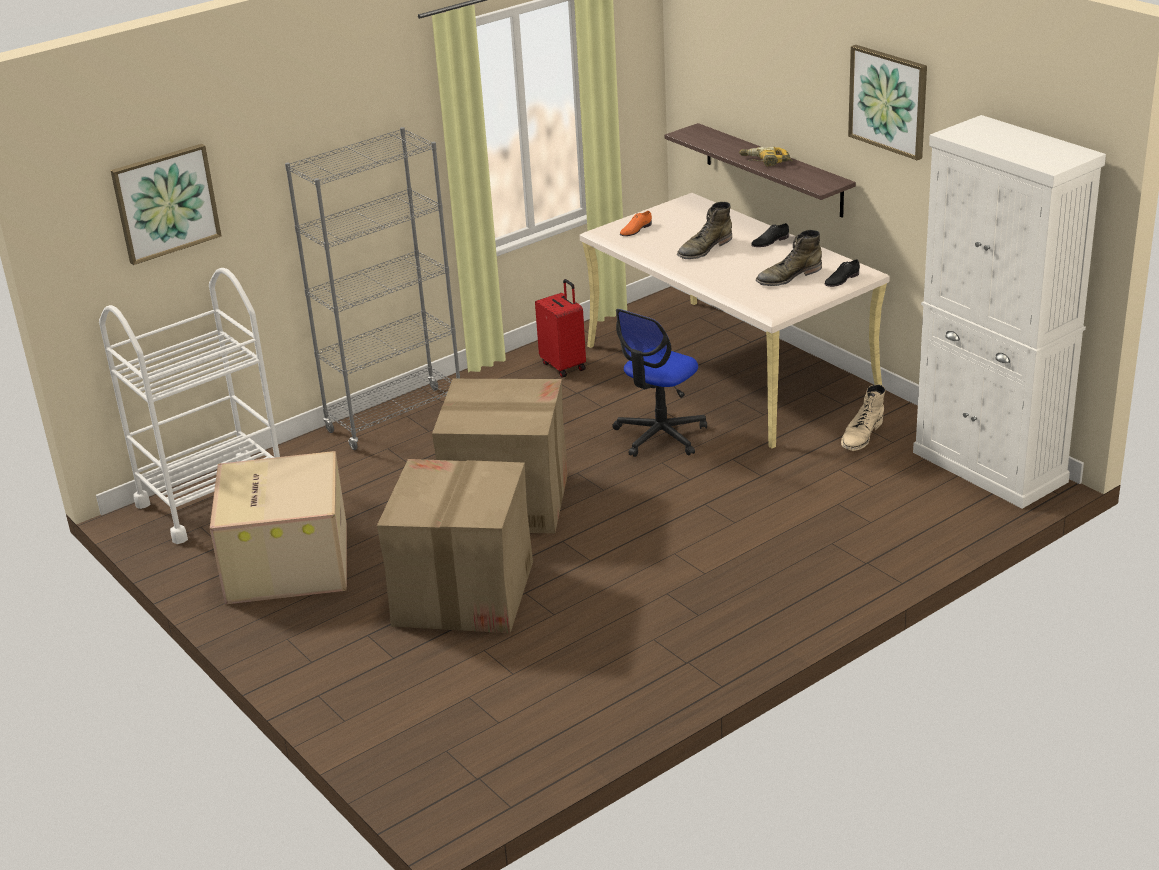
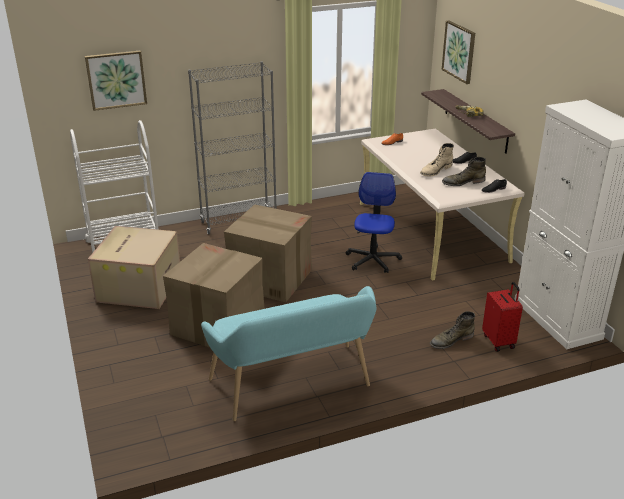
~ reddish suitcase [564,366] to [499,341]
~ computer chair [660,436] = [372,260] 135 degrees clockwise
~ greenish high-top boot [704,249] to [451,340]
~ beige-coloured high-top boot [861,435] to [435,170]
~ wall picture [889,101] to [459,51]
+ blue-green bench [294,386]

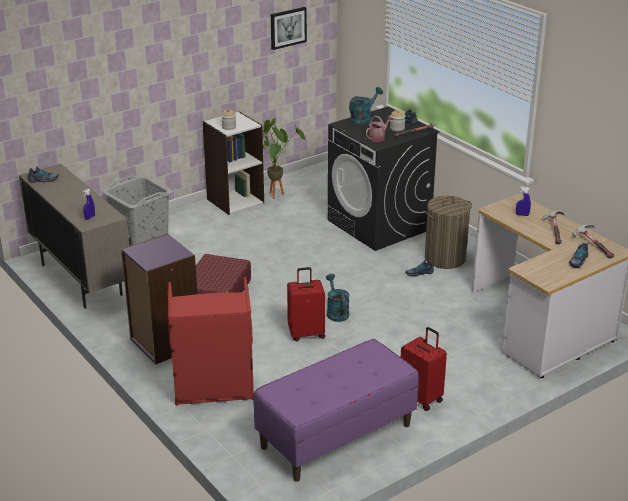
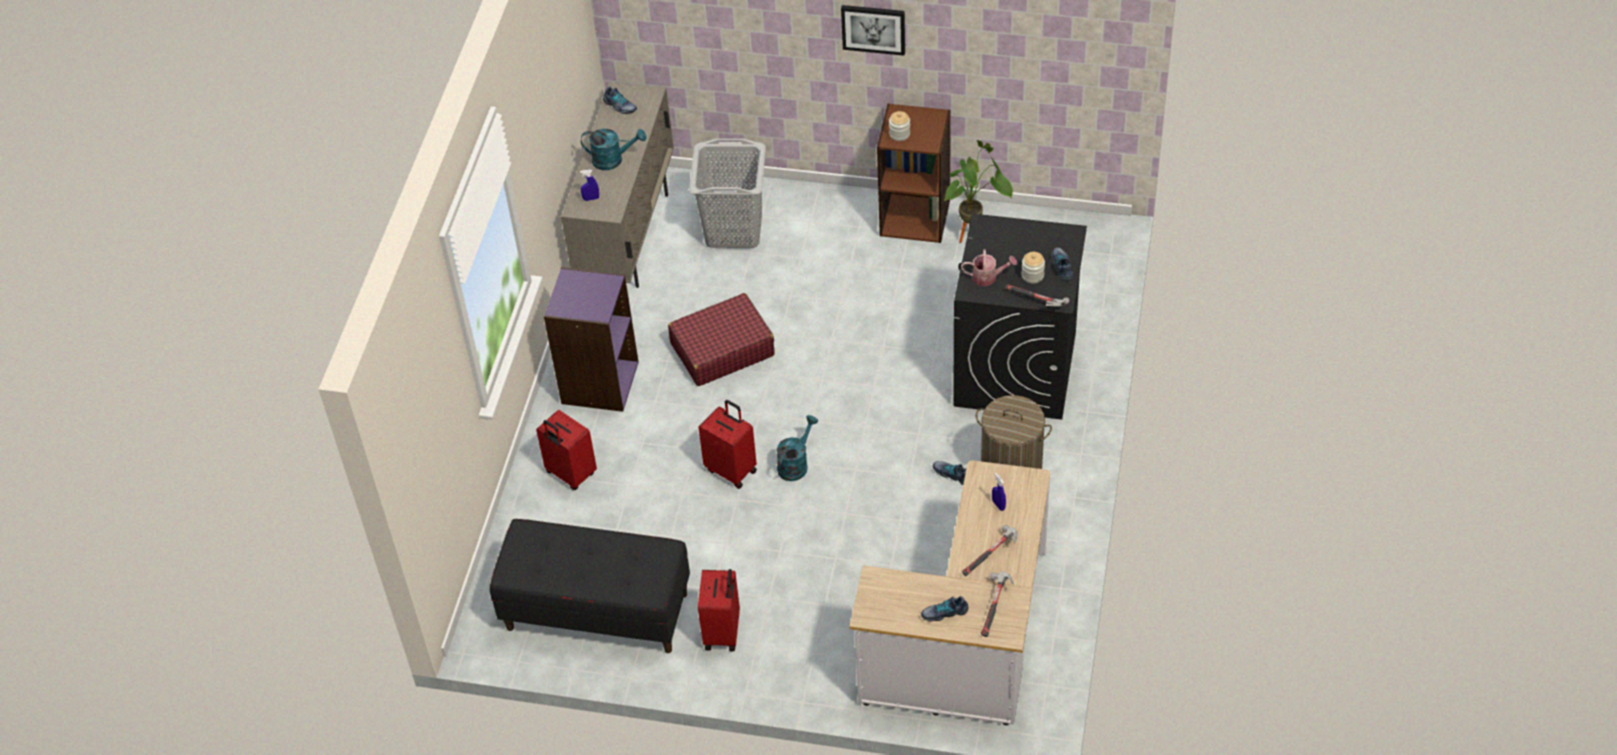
~ reddish laundry basket [214,389] to reddish suitcase [570,474]
~ white-coloured shelving unit [235,201] to brownish shelving unit [915,217]
~ purple bench [336,436] to blackish bench [596,611]
~ wall picture [288,27] to [873,28]
~ blue-green sprinkling can [363,119] to [613,160]

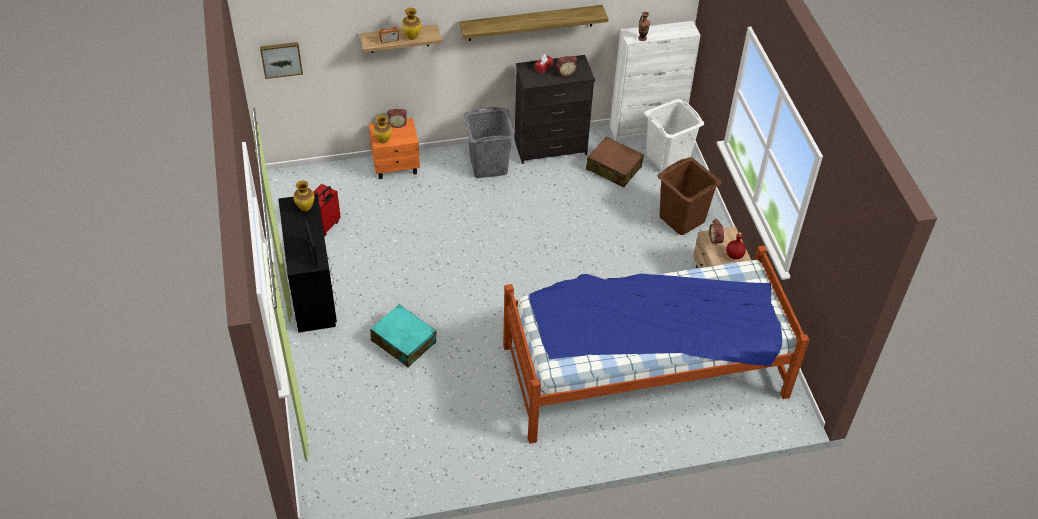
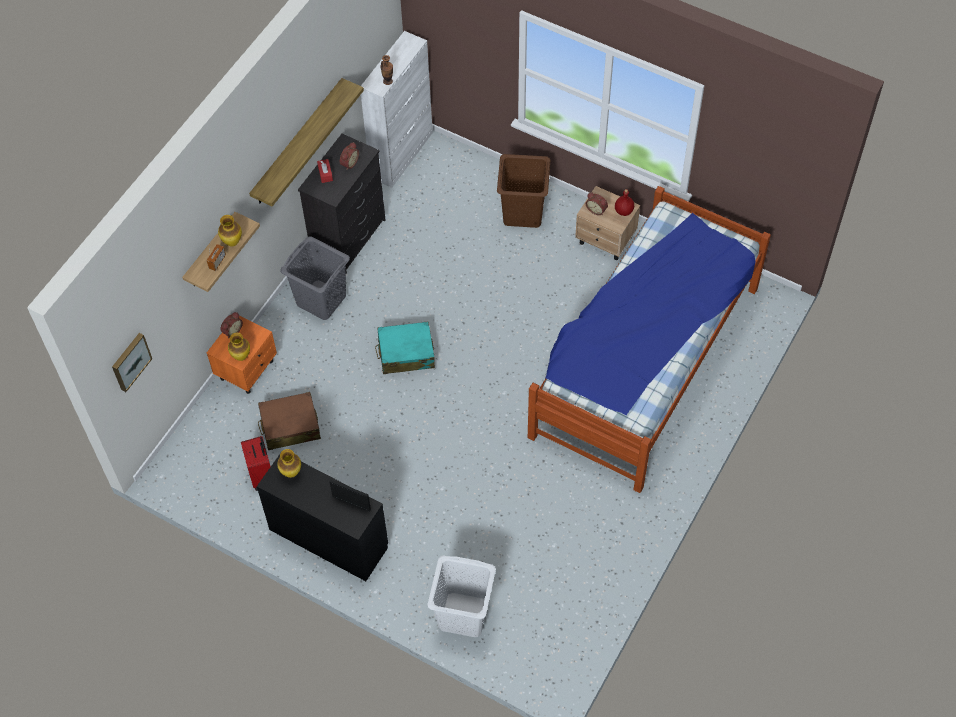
~ blue-green suitcase [403,342] to [406,353]
~ brownish suitcase [613,168] to [290,426]
~ white-coloured laundry basket [667,158] to [462,615]

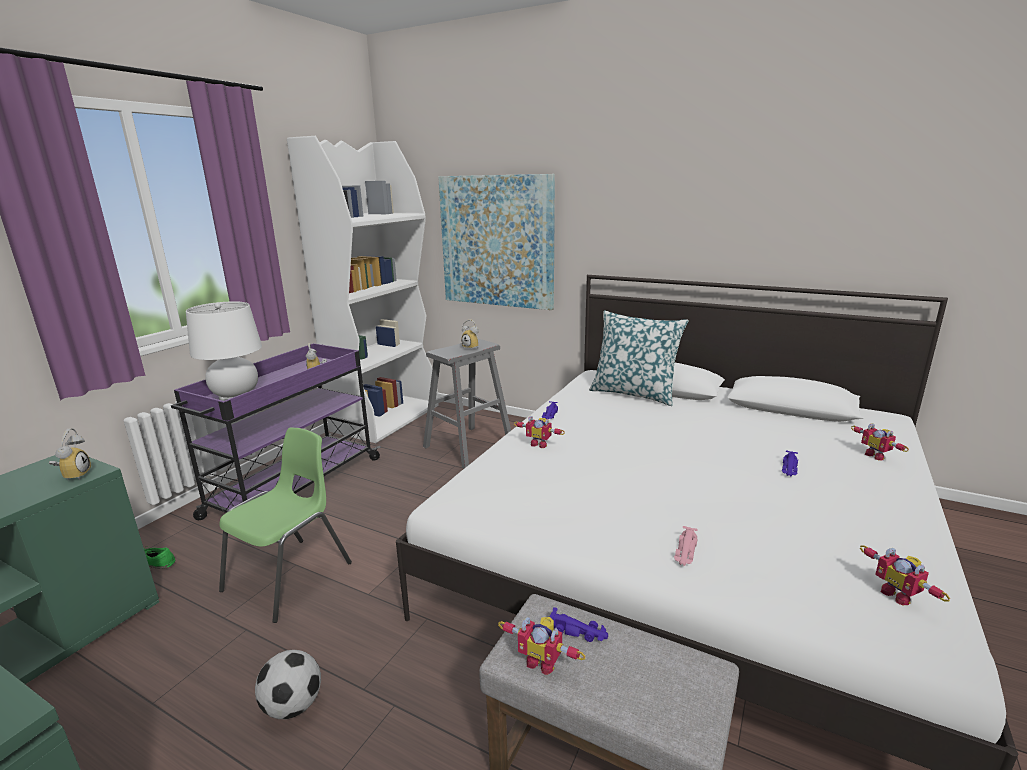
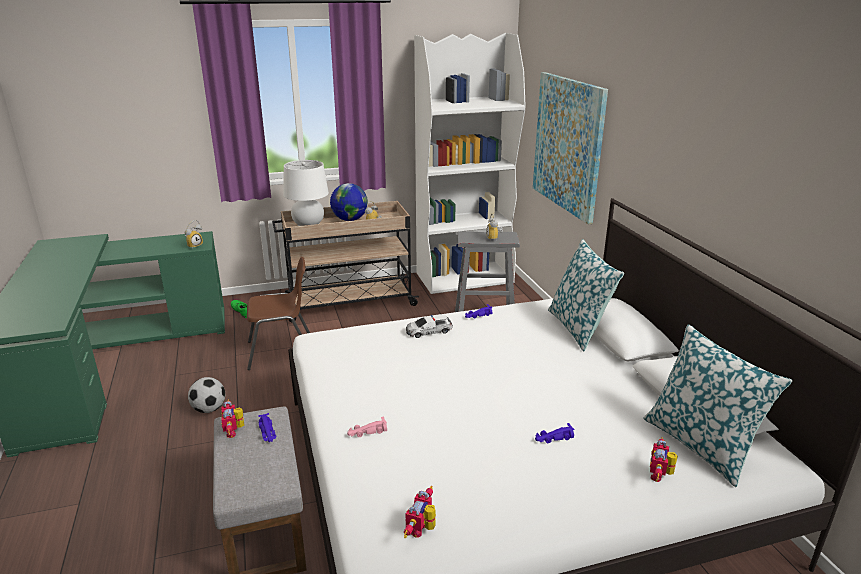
~ purple cart [294,487] to beige-coloured cart [348,302]
~ greenish chair [291,576] to brownish chair [282,351]
~ model robot [540,444] to model car [428,331]
+ globe [350,219]
+ pillow [700,444]

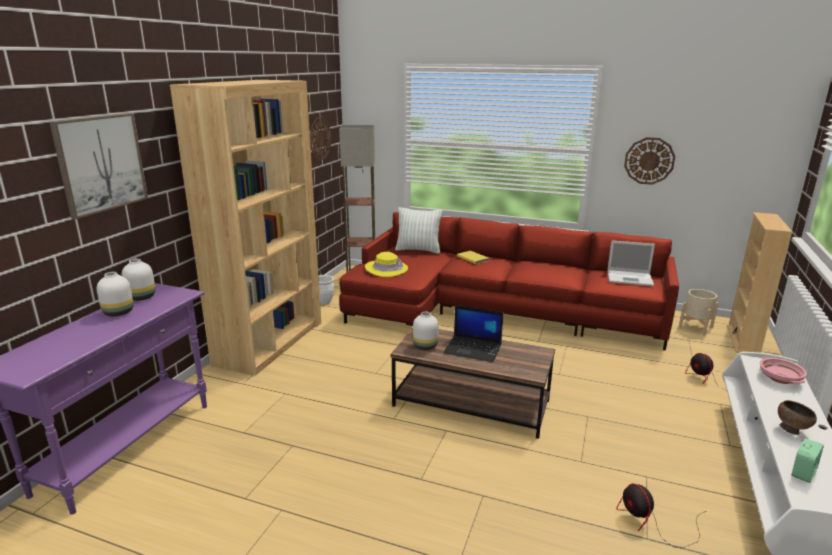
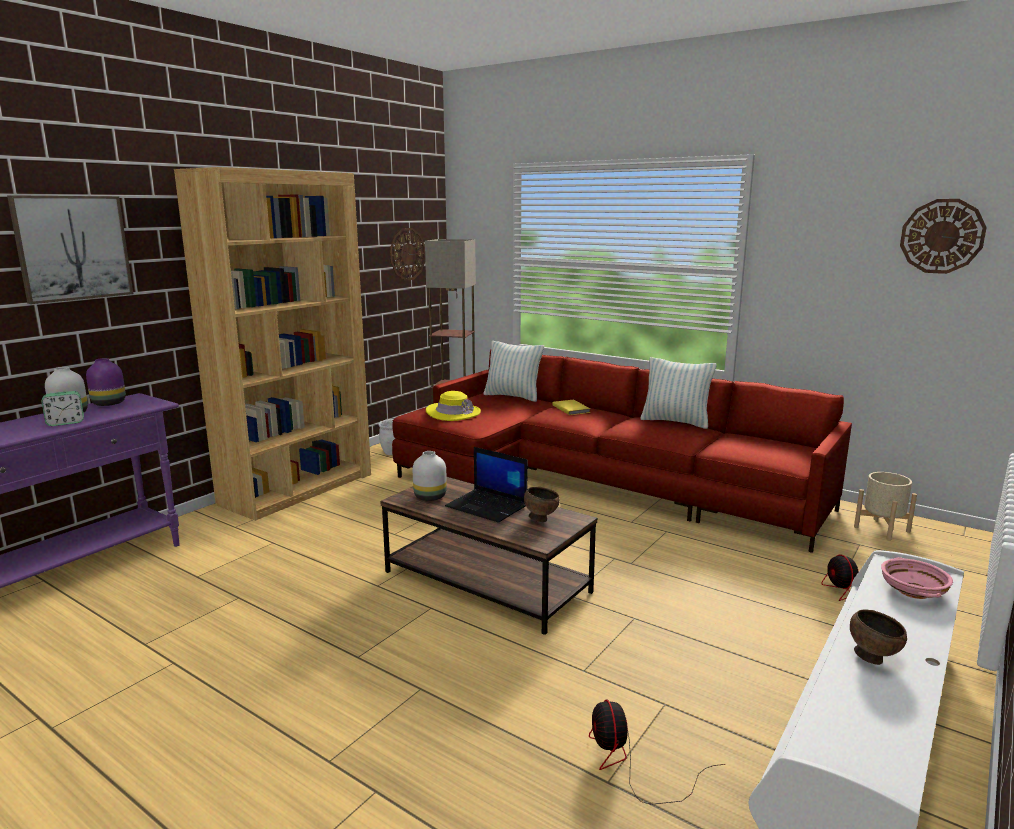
~ white-coloured decorative vase [142,297] to purple decorative vase [109,403]
- portable computer [630,278]
~ wall clock [649,161] to [942,236]
- beige-coloured shelving unit [743,340]
~ alarm clock [803,473] to [65,423]
+ brownish bowl [540,519]
+ pillow [675,422]

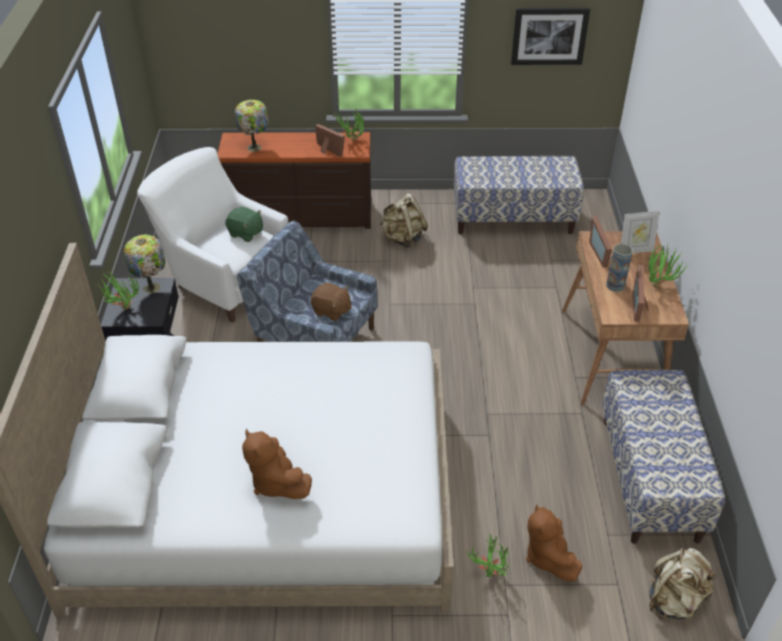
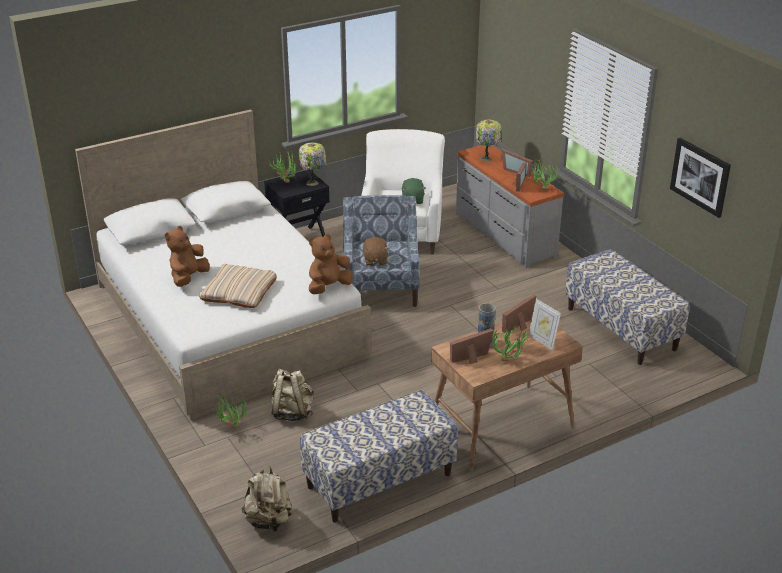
~ brownish chest of drawers [300,216] to grey chest of drawers [503,235]
~ beige-coloured rucksack [403,238] to [292,412]
~ brownish plush toy [548,556] to [328,287]
+ beige-coloured pillow [239,291]
+ standing frame [517,171]

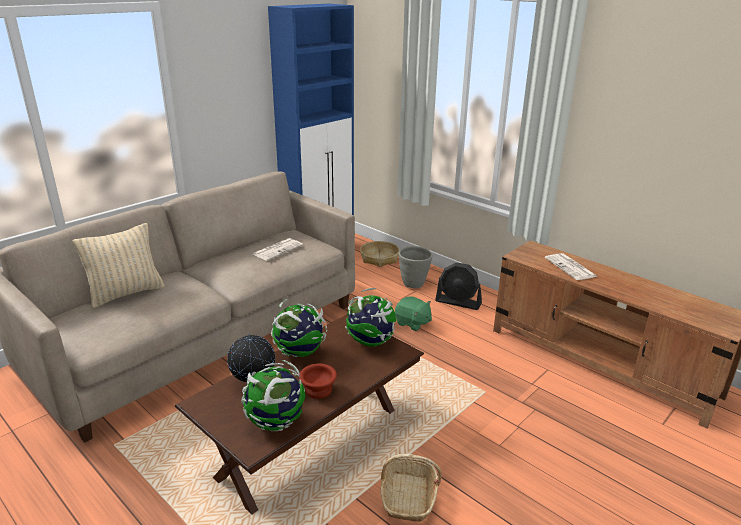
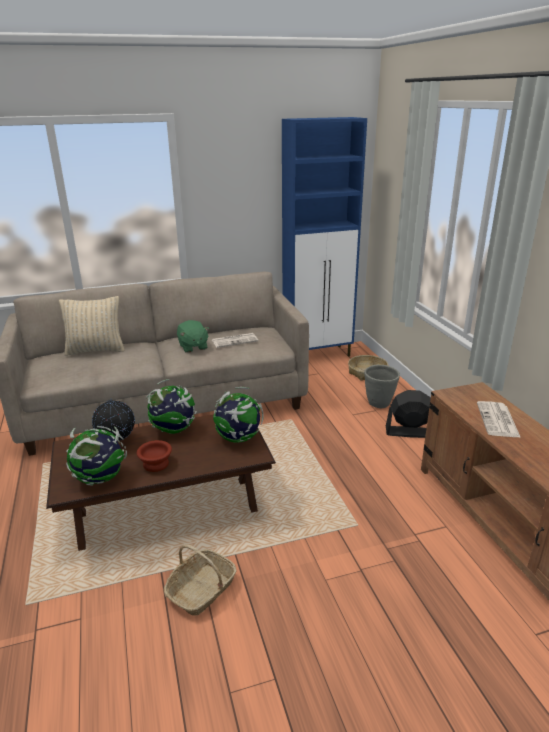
~ greenish plush toy [412,323] to [193,347]
~ blackish electric fan [458,302] = [409,432] 135 degrees clockwise

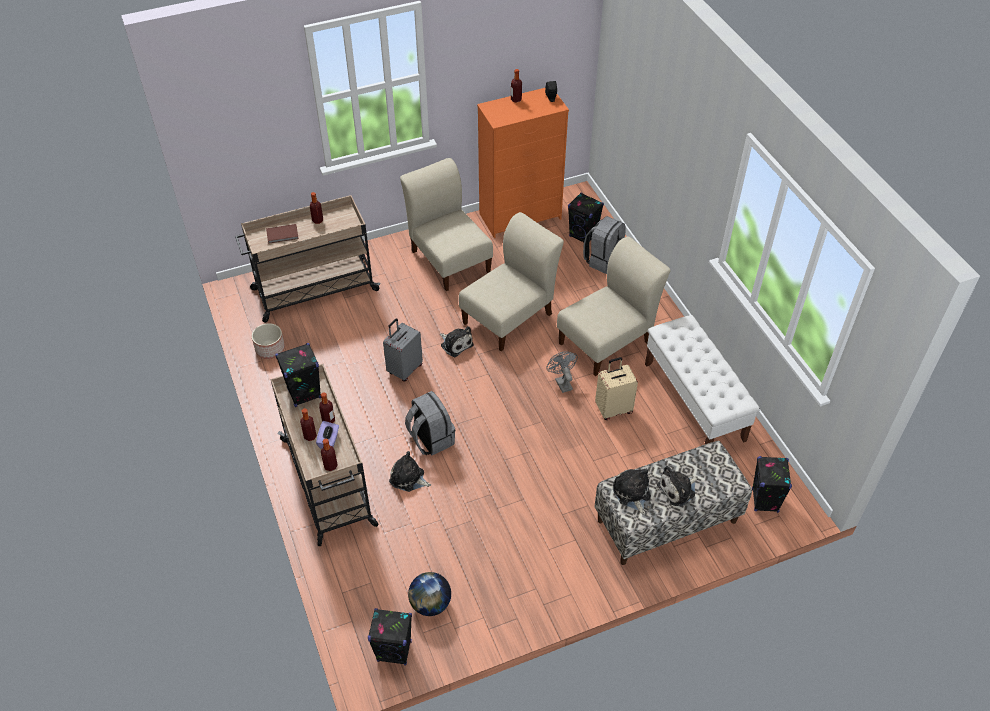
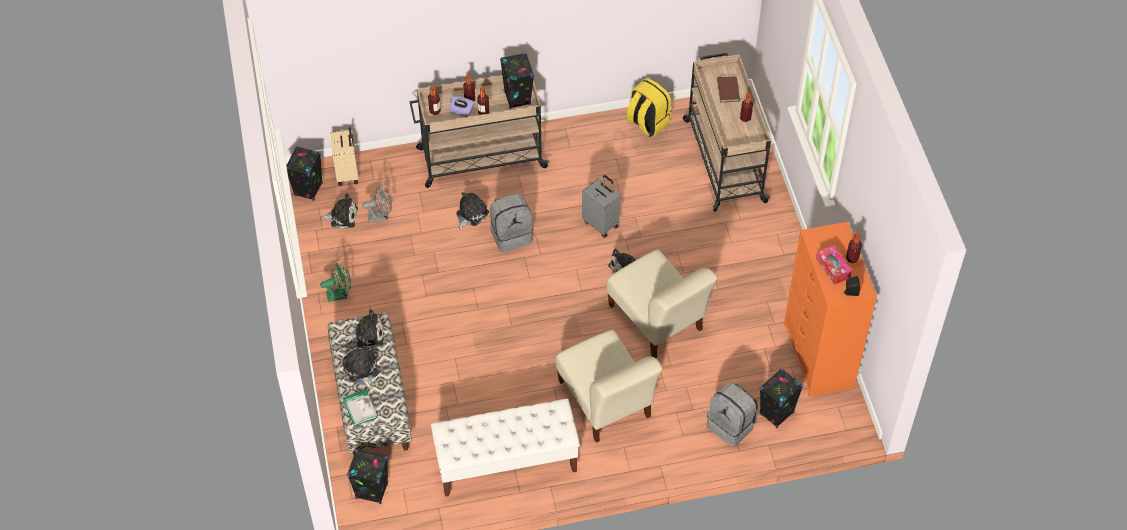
~ flower pot [270,349] to yellowish rucksack [647,123]
- beige-coloured chair [449,259]
~ globe [430,604] to plush toy [342,216]
~ grey electric fan [562,382] to [381,216]
~ beige-coloured suitcase [613,409] to [348,174]
+ greenish electric fan [340,294]
+ bound book [360,408]
+ tissue box [832,268]

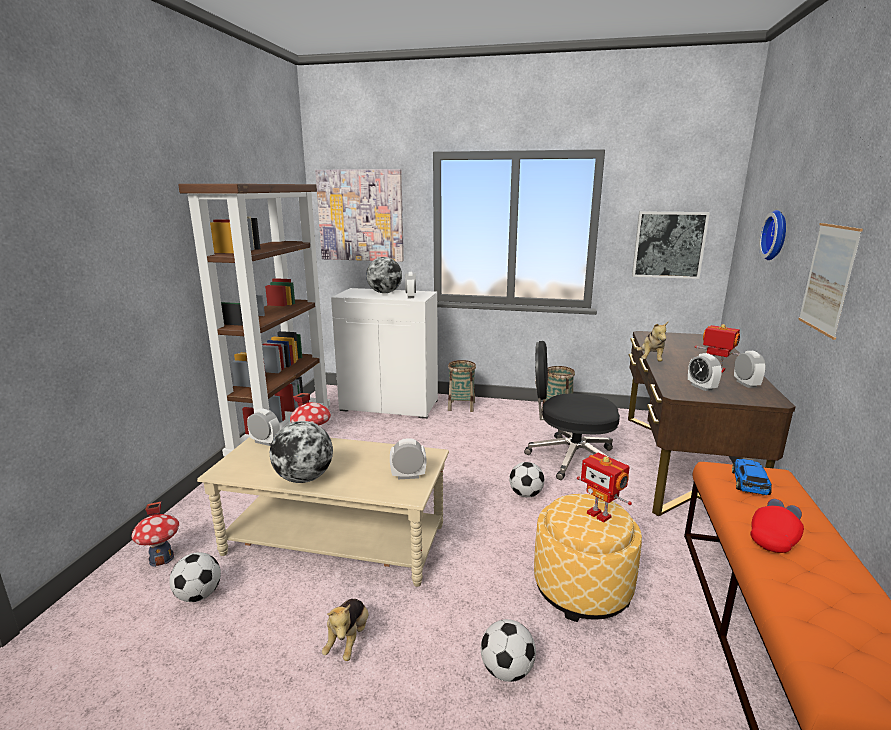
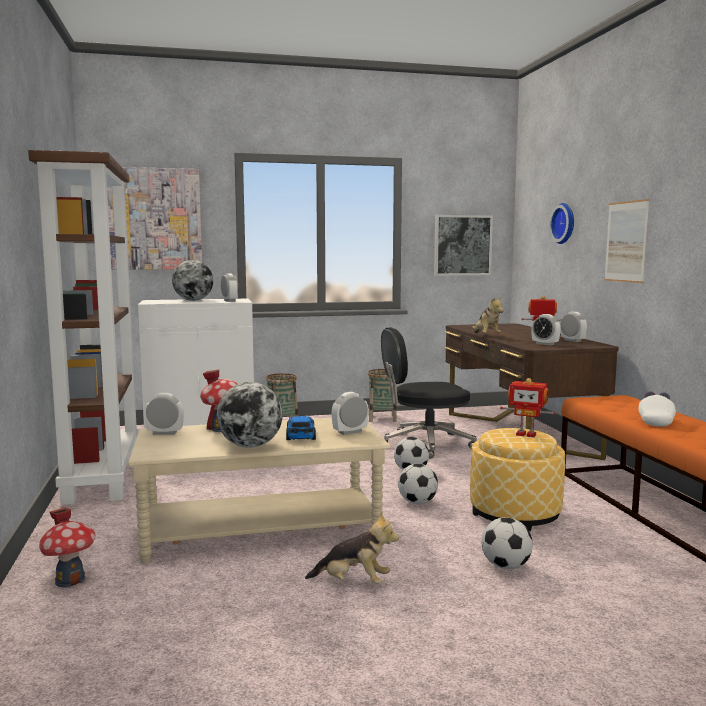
~ football [199,595] to [417,502]
~ plush toy [348,640] = [353,582] 60 degrees counterclockwise
~ model car [749,483] to [300,435]
~ reddish peaked cap [774,538] to white-coloured peaked cap [655,421]

